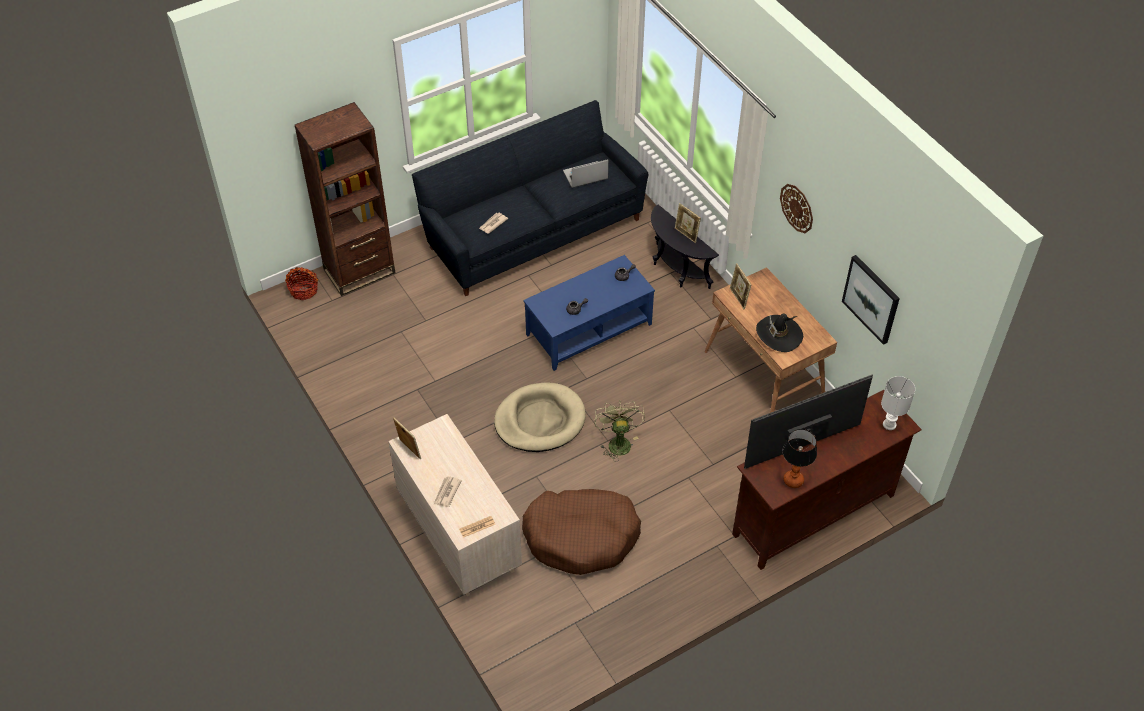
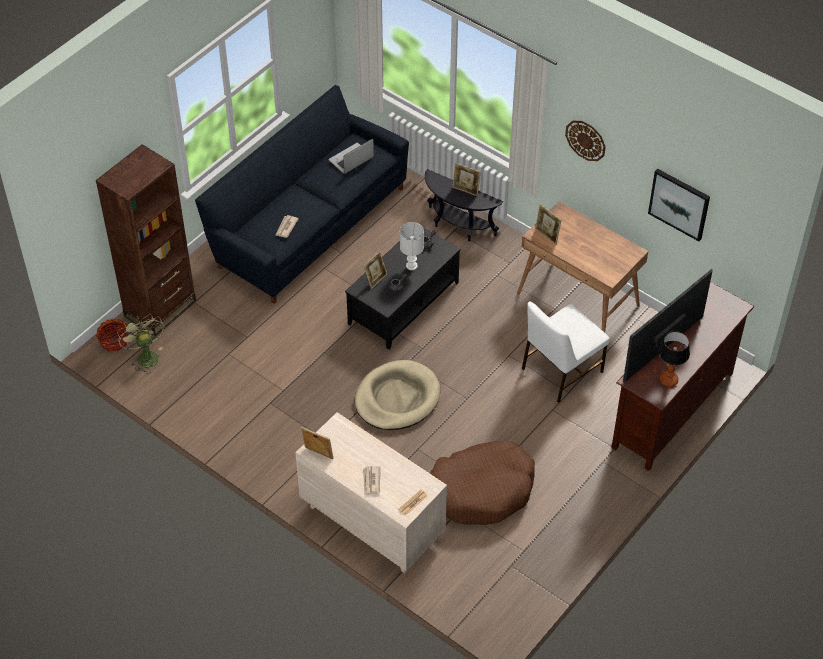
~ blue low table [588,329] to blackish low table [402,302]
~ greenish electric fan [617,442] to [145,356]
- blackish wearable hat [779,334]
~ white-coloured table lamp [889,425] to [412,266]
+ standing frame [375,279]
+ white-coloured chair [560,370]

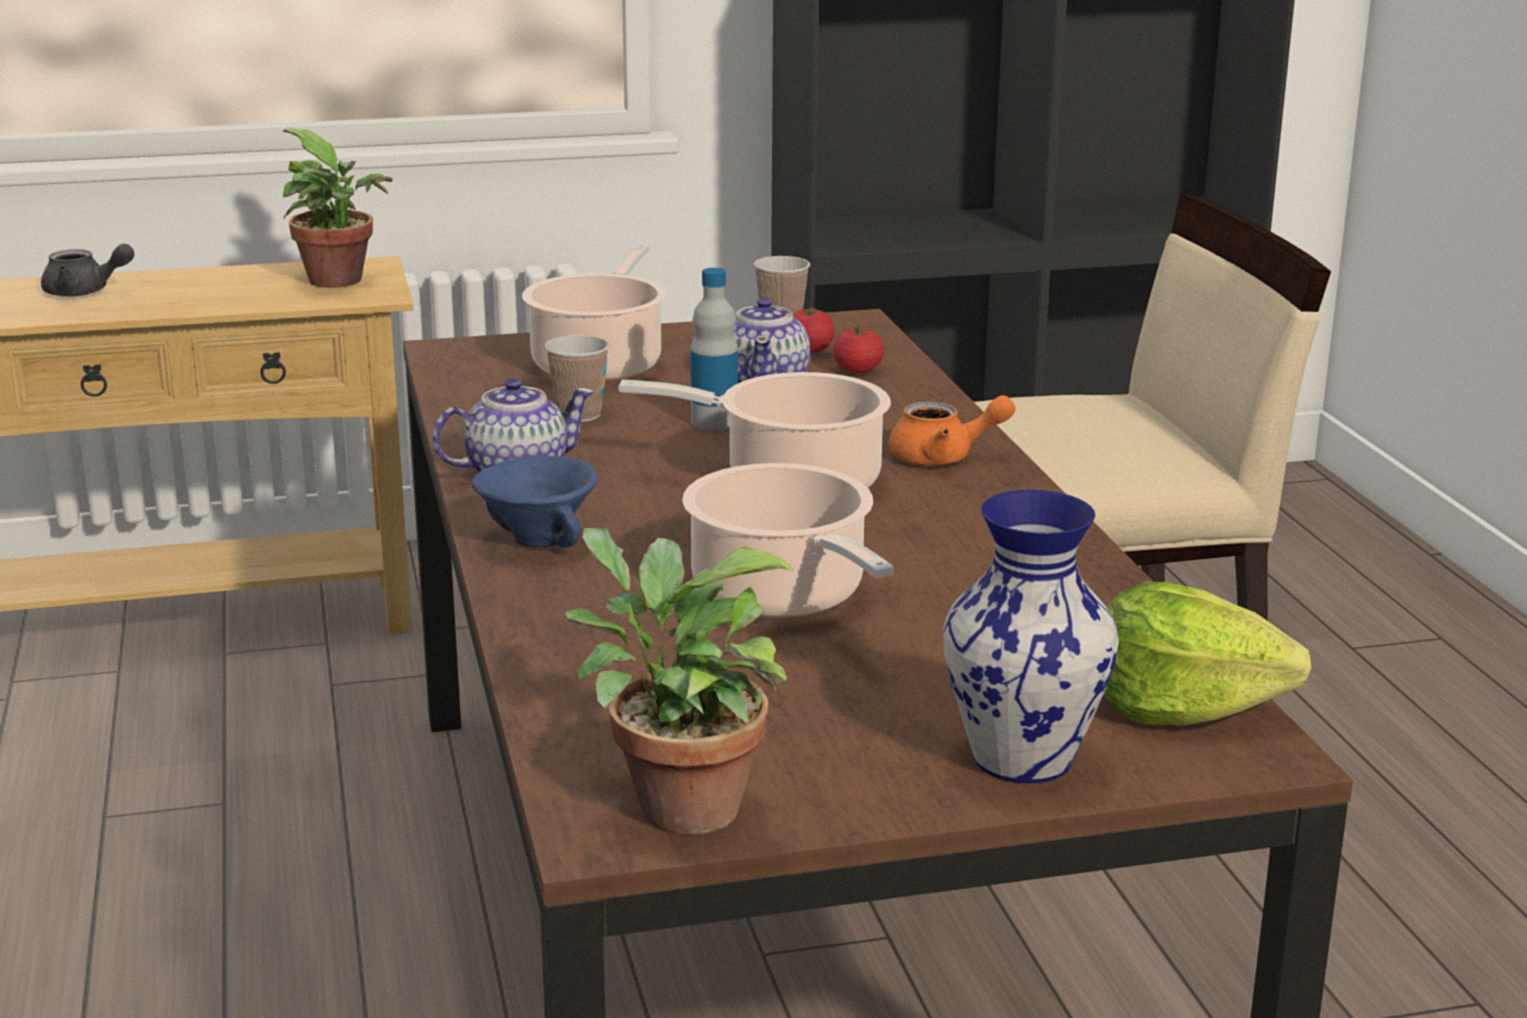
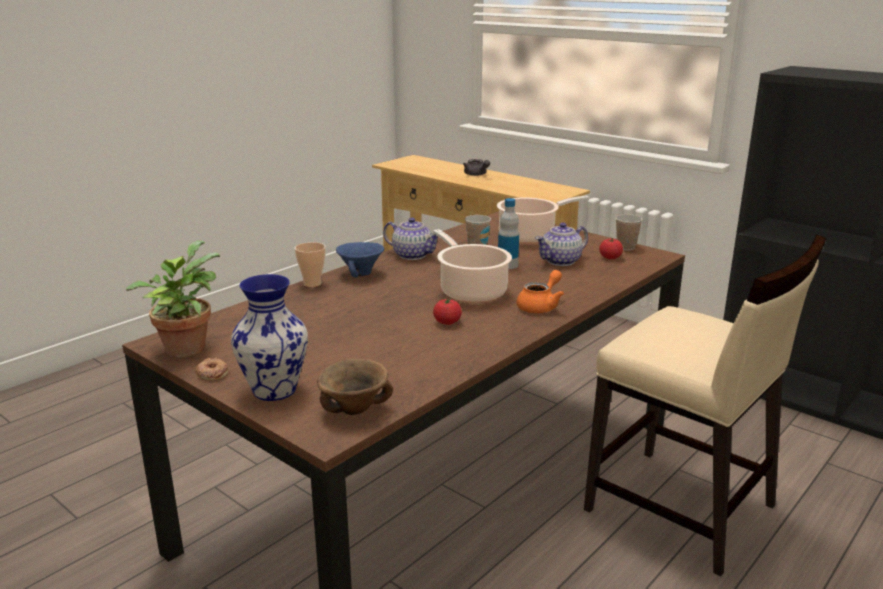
- plant in a pot [340,282]
- cooking pot [783,596]
~ fresh tomato [857,370] to [447,322]
~ orange-coloured teapot [943,457] = [540,306] 105 degrees counterclockwise
~ head of lettuce [1183,706] to brownish bowl [356,409]
+ ring doughnut [212,373]
+ drinking cup [312,284]

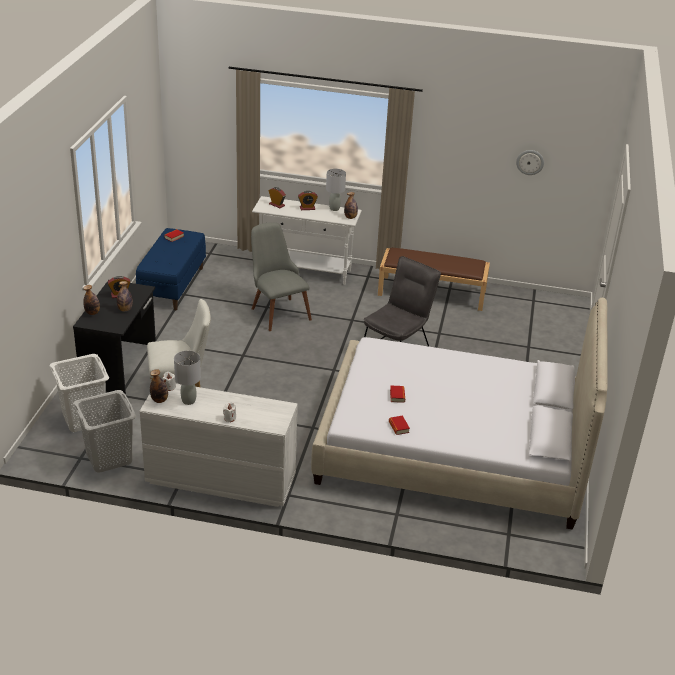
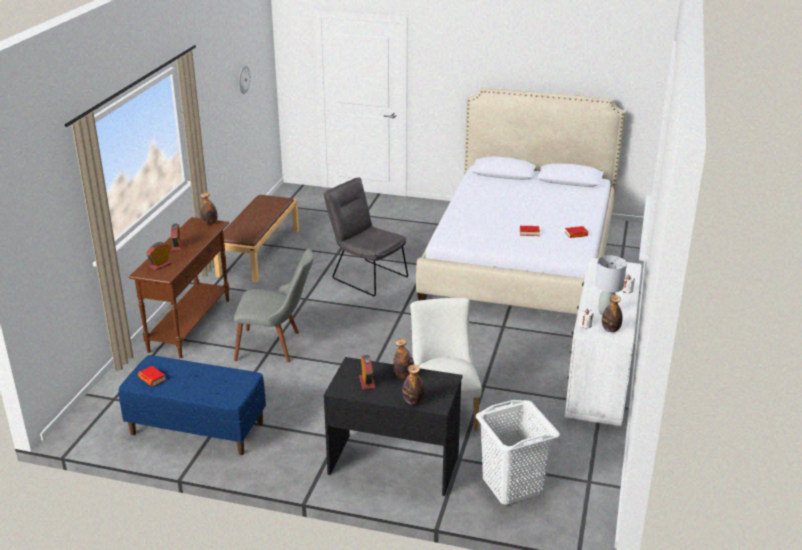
- grey laundry basket [108,457]
~ grey chair [277,310] = [277,346] 150 degrees counterclockwise
~ white-coloured console table [305,272] to brownish console table [190,325]
- grey table lamp [334,209]

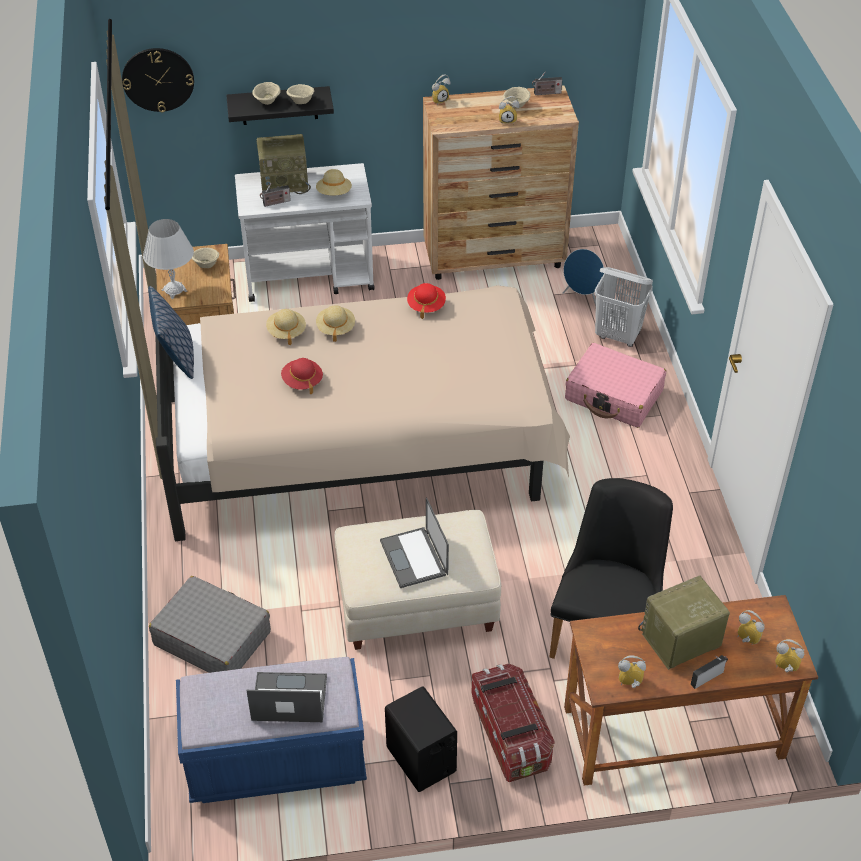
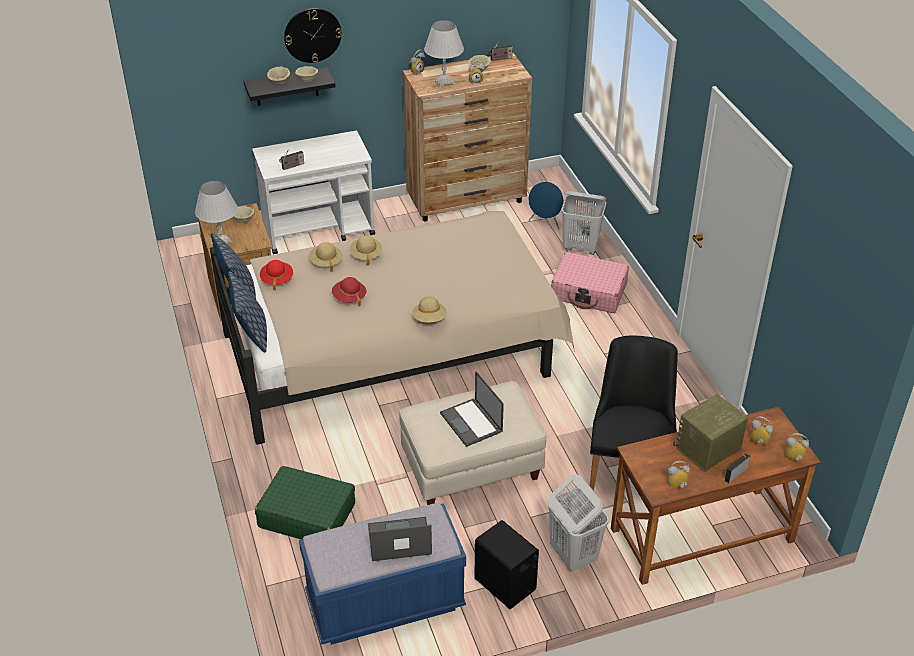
~ wall clock [158,79] to [312,35]
~ grey suitcase [212,638] to greenish suitcase [306,515]
- radio set [285,182]
~ beige-coloured wearable hat [334,193] to [429,319]
~ reddish wearable hat [426,306] to [277,280]
~ storage box [510,734] to white-coloured laundry basket [573,555]
+ pillow [252,335]
+ white-coloured table lamp [444,82]

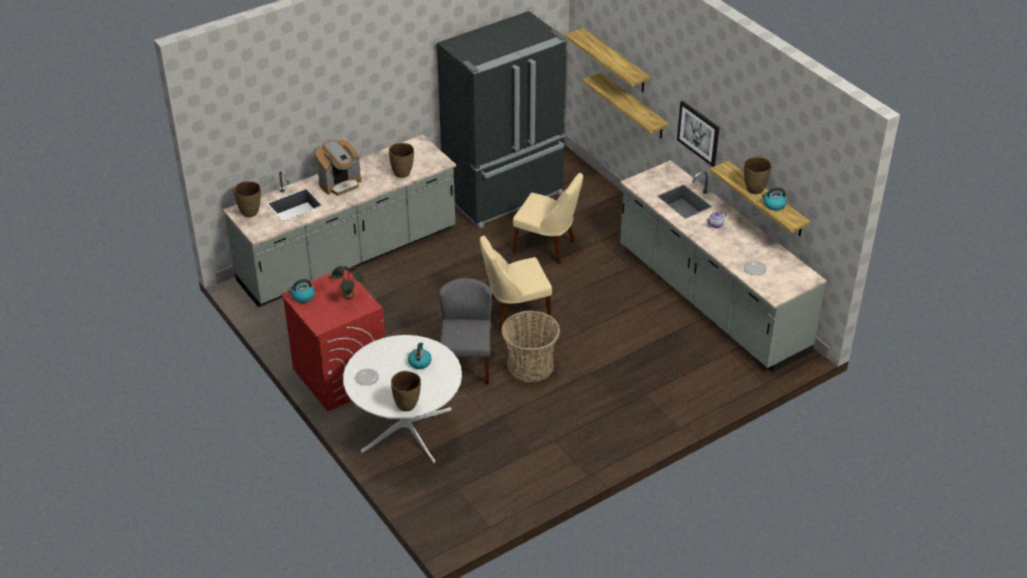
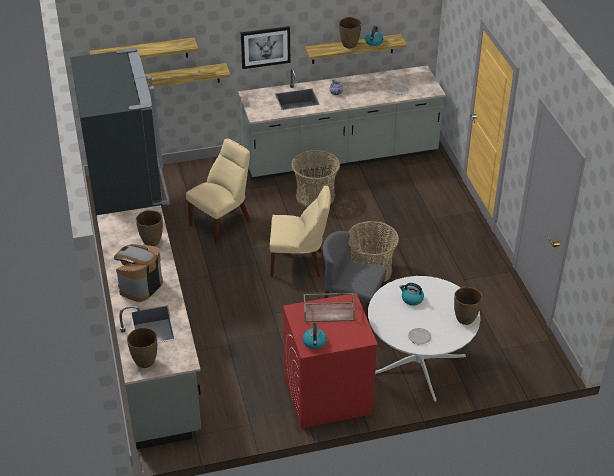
~ coffee brewer [340,184] = [140,286] 135 degrees counterclockwise
~ plant in a pot [347,296] to brownish tray [329,312]
~ beige-coloured chair [515,313] = [299,263] 90 degrees counterclockwise
+ household basket [315,196]

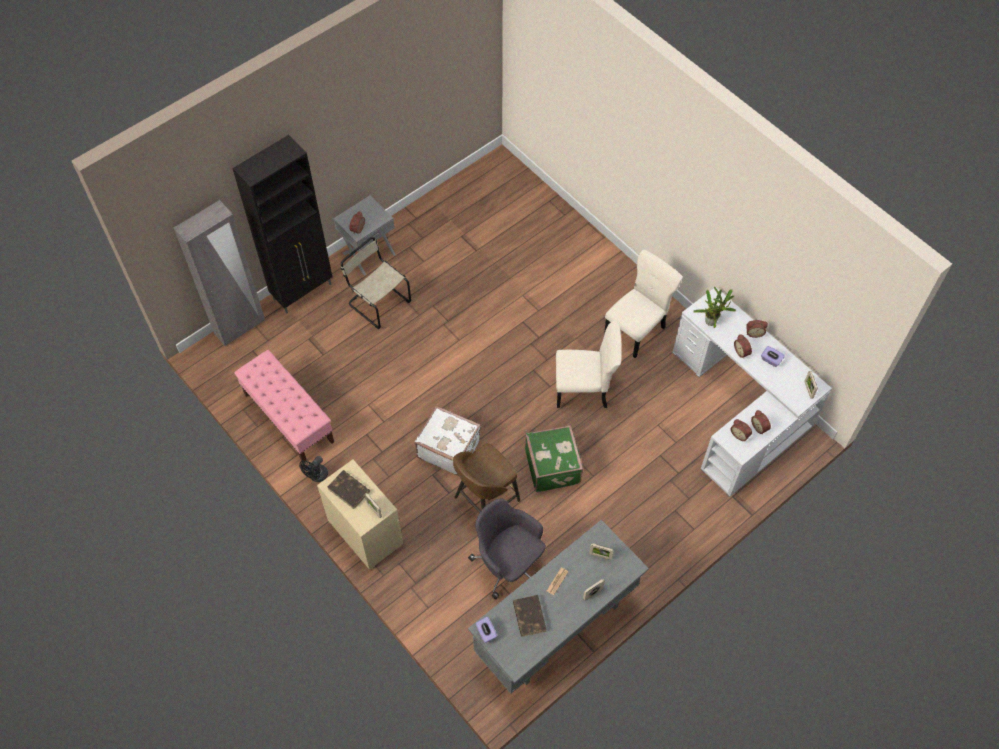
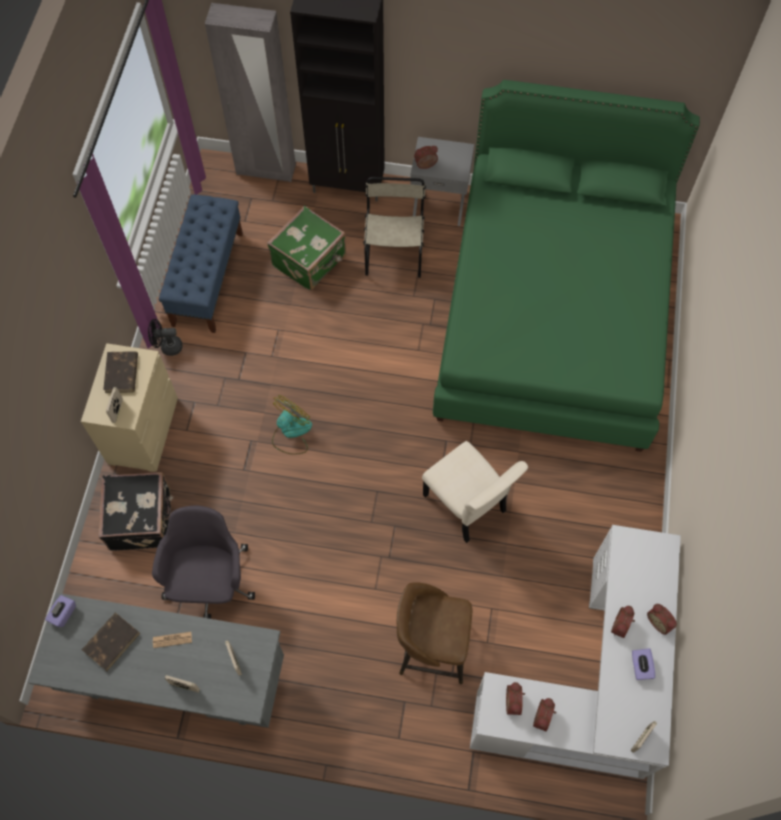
~ pink-coloured bench [288,418] to blue bench [208,278]
~ white-coloured suitcase [448,448] to electric fan [291,433]
~ brownish stool seat [485,500] to [432,647]
~ greenish suitcase [553,466] to [310,261]
- beige-coloured chair [637,330]
- plant in a pot [712,321]
+ blackish suitcase [142,519]
+ greenish sleeping bed [552,314]

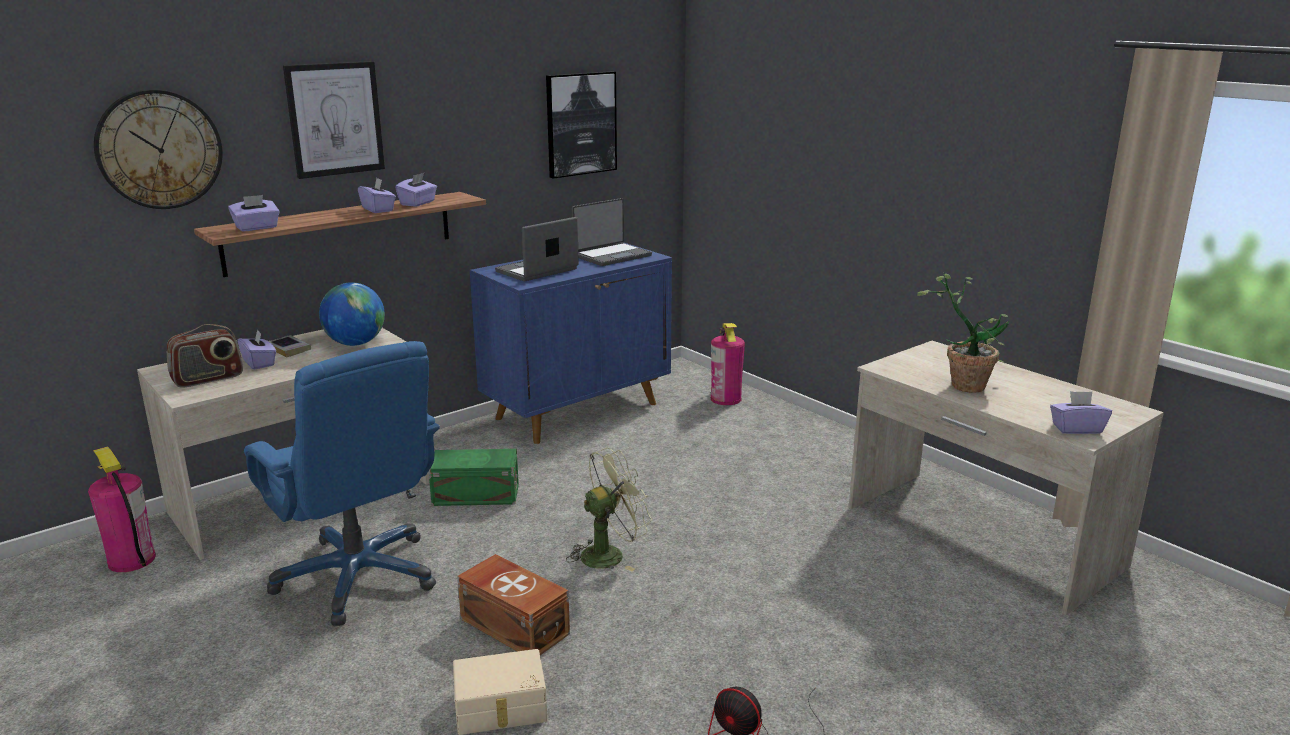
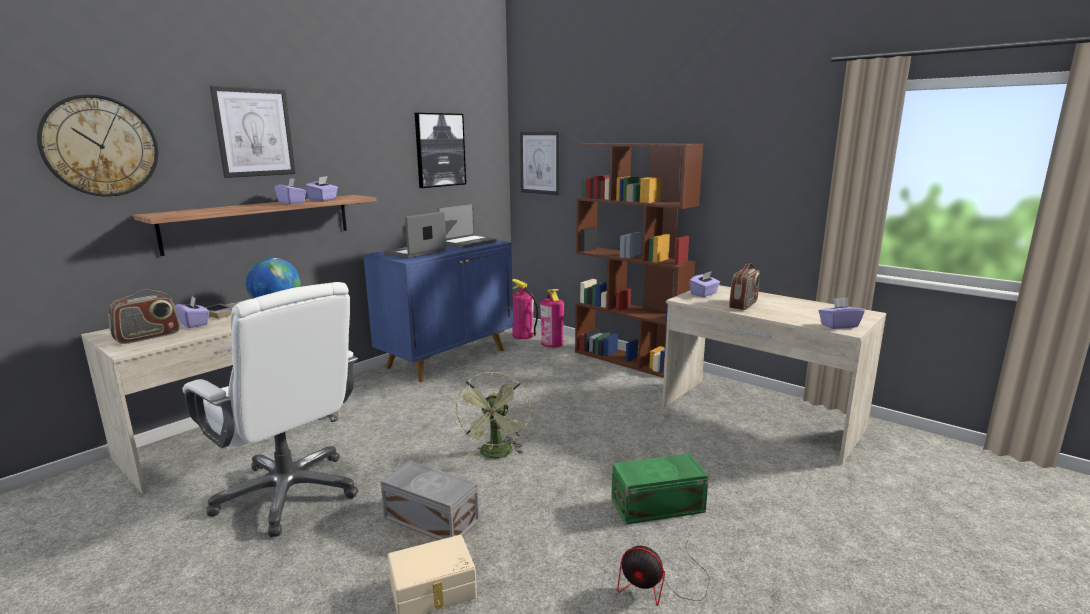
~ extinguisher [131,560] to [522,335]
~ purple tissue box [257,228] to [704,294]
~ blue computer chair [358,576] to white-coloured computer chair [289,493]
~ greenish storage box [477,495] to [659,506]
~ brownish storage box [514,625] to grey storage box [431,518]
~ greenish electric fan [610,554] = [496,455] 135 degrees clockwise
~ plant in a pot [963,383] to radio set [743,304]
+ wall picture [540,163]
+ brownish shelving unit [630,360]

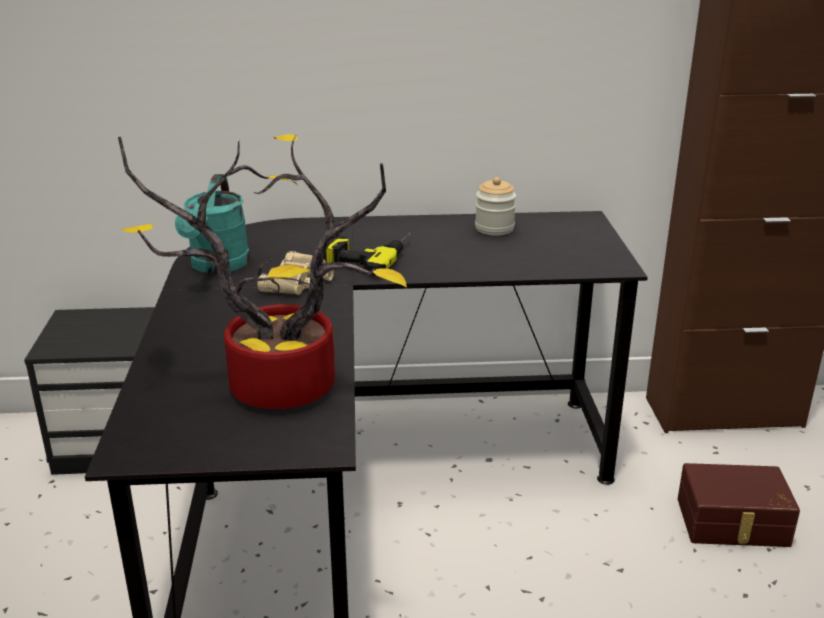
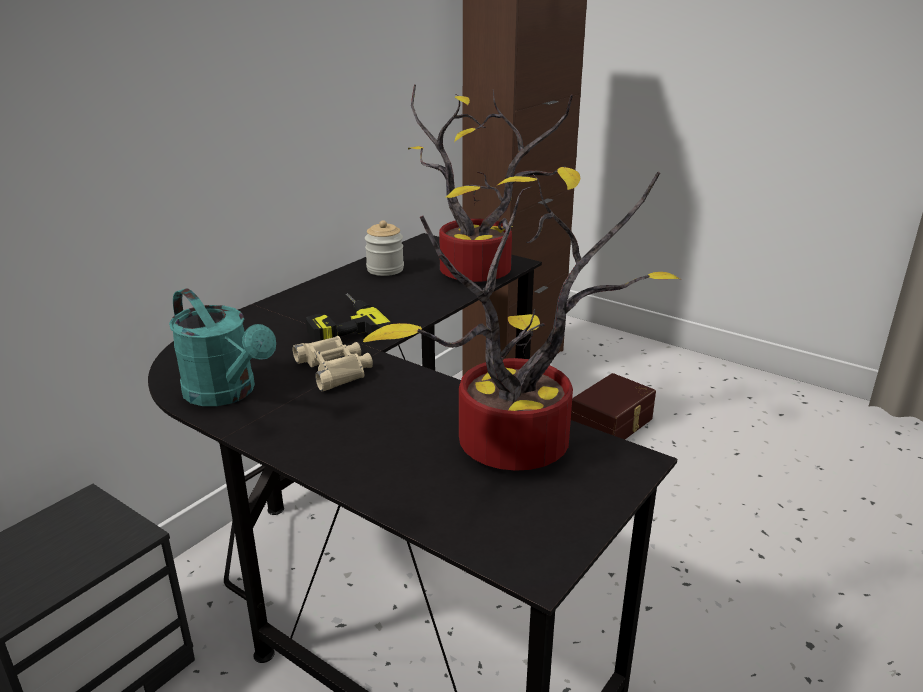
+ plant in a pot [482,271]

